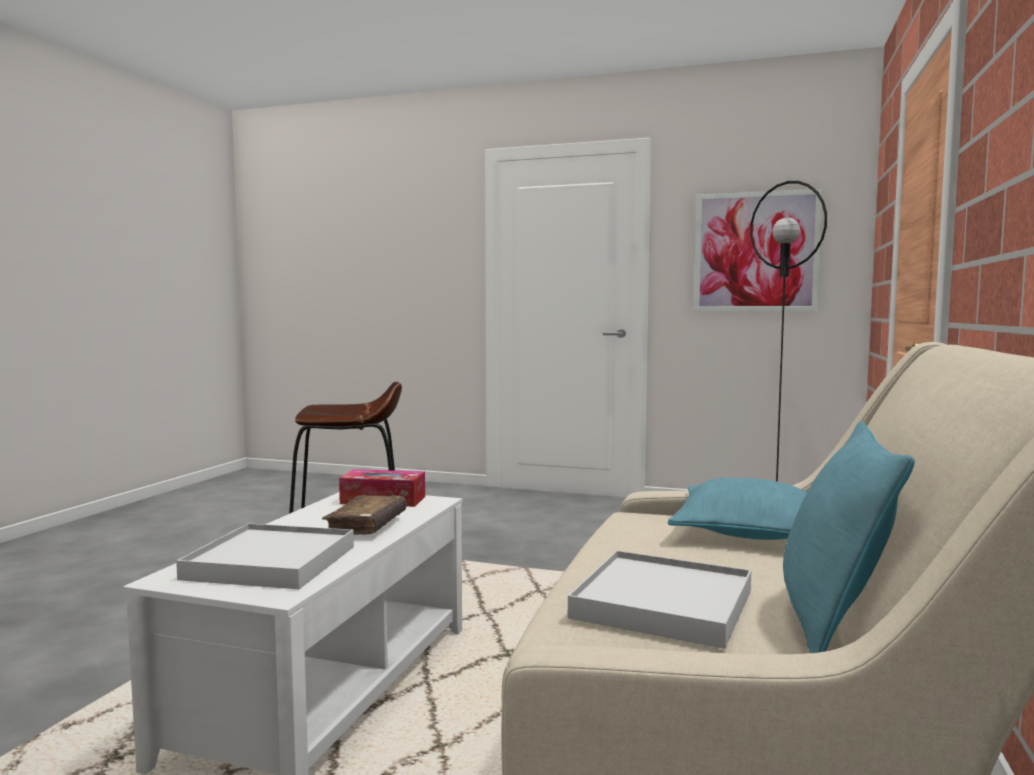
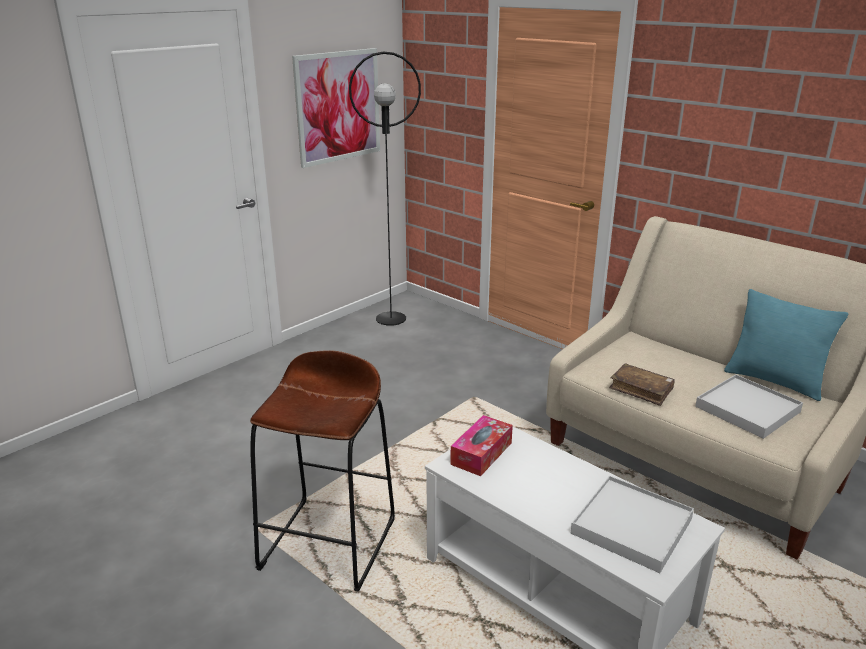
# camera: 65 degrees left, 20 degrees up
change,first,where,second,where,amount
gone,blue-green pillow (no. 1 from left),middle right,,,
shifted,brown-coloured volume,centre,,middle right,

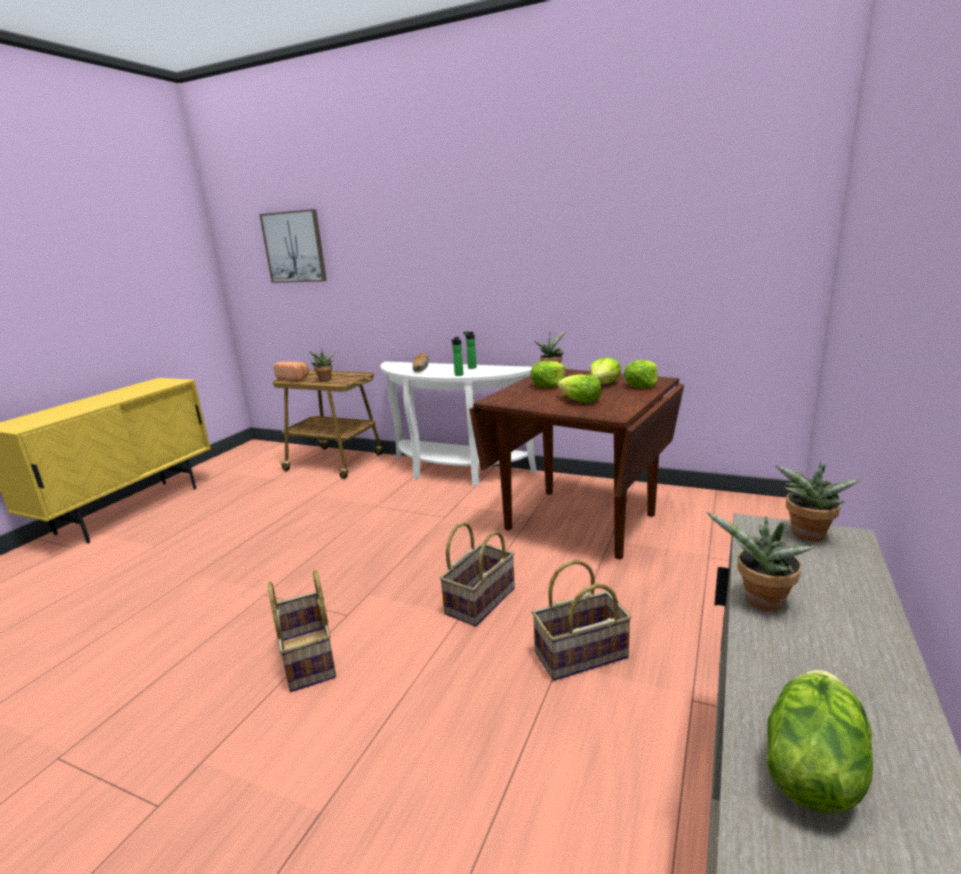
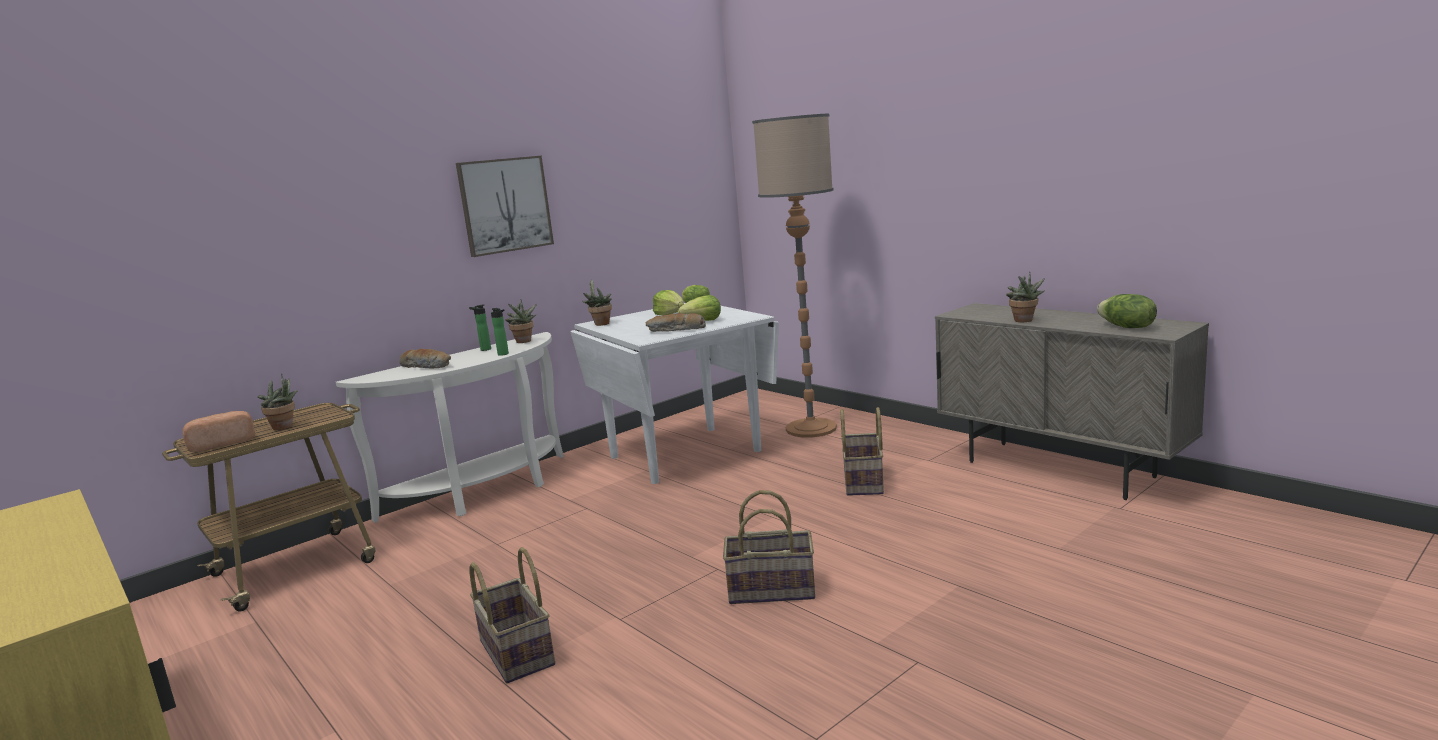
# camera: 65 degrees left, 5 degrees down
change,first,where,second,where,amount
shifted,picture,top left,,top centre,
gone,head of lettuce (no. 1 from left),centre,,,
repainted,brown-coloured dining table,centre,white-coloured dining table,centre,
shifted,houseplant (no. 4 from left in the first image),middle right,houseplant (no. 2 from left),centre,
shifted,basket (no. 2 from left in the first image),centre,basket (no. 1 from left),bottom centre,
new,,,standard lamp,centre,
new,,,bread (no. 3 from left),centre,

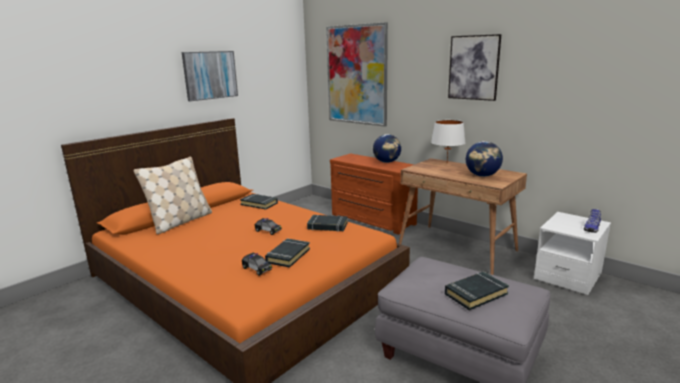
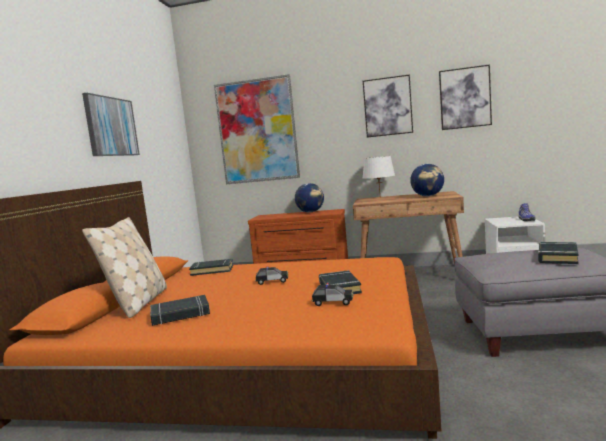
# camera: 30 degrees left, 10 degrees down
change,first,where,second,where,amount
shifted,black-coloured volume (no. 3 from left in the first image),centre,black-coloured volume (no. 1 from left),bottom left,
new,,,picture (no. 4 from left),top right,

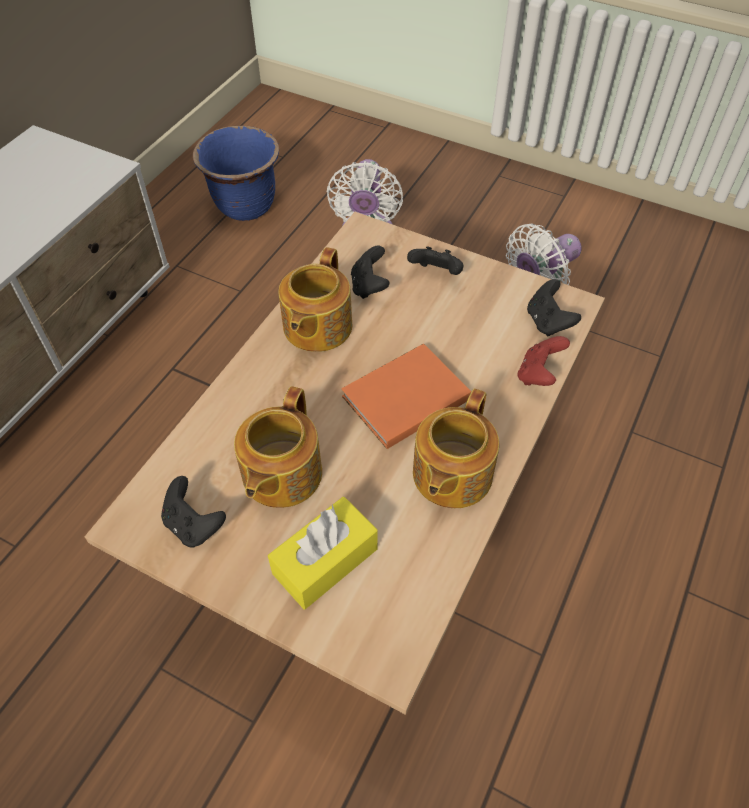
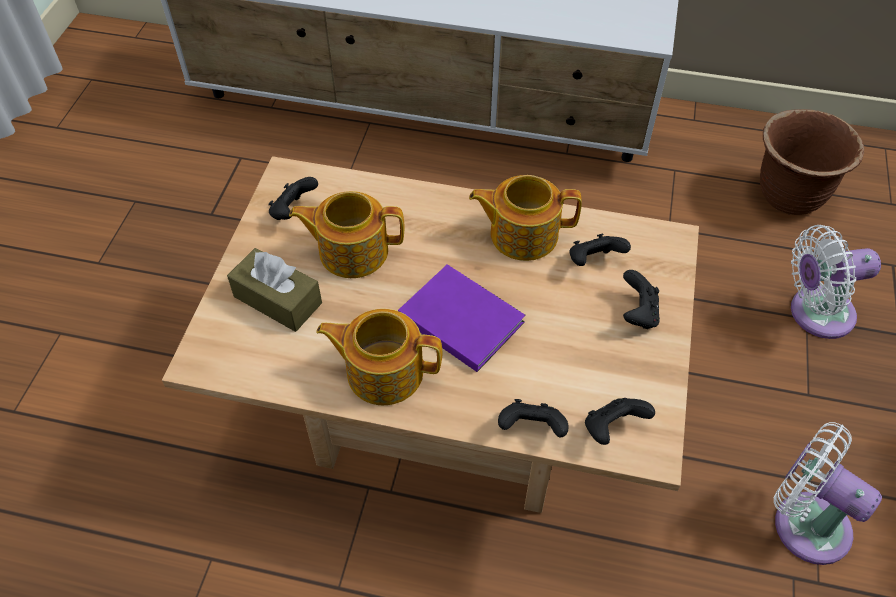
# camera: 75 degrees right, 0 degrees up
change,first,where,second,where,amount
repainted,blue flower pot,top left,brown-coloured flower pot,top right,
repainted,reddish game controller,middle right,black-coloured game controller (no. 2 from left),bottom centre,
repainted,orangey volume,centre,purplish volume,centre,
repainted,yellow-coloured tissue box,bottom centre,brown-coloured tissue box,middle left,

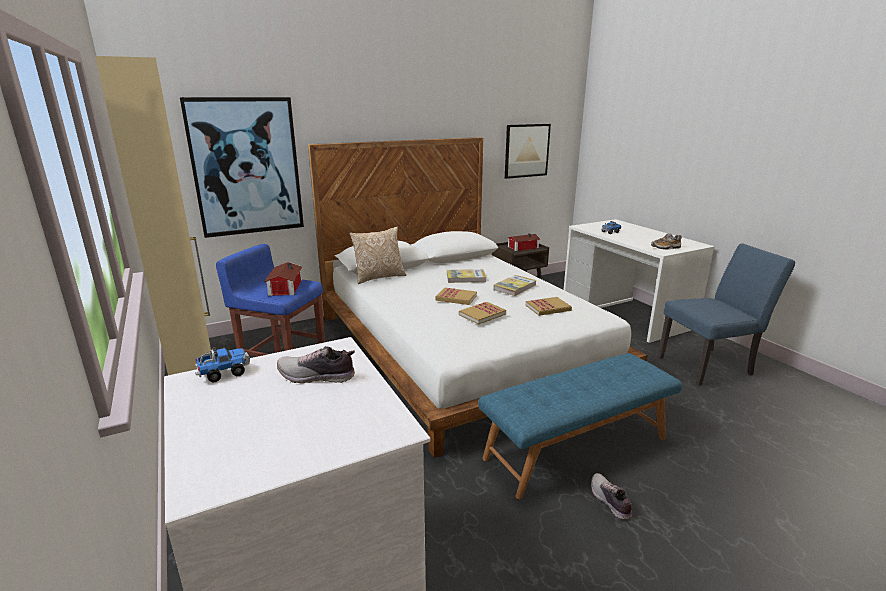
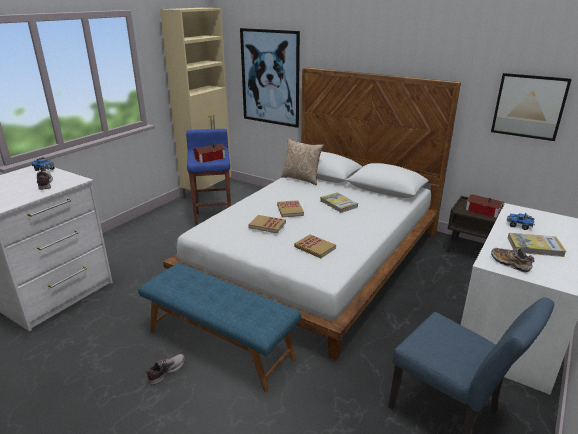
# camera: 60 degrees right, 5 degrees up
change,first,where,second,where,amount
shifted,volume (no. 4 from left in the first image),centre,volume (no. 5 from left),middle right,

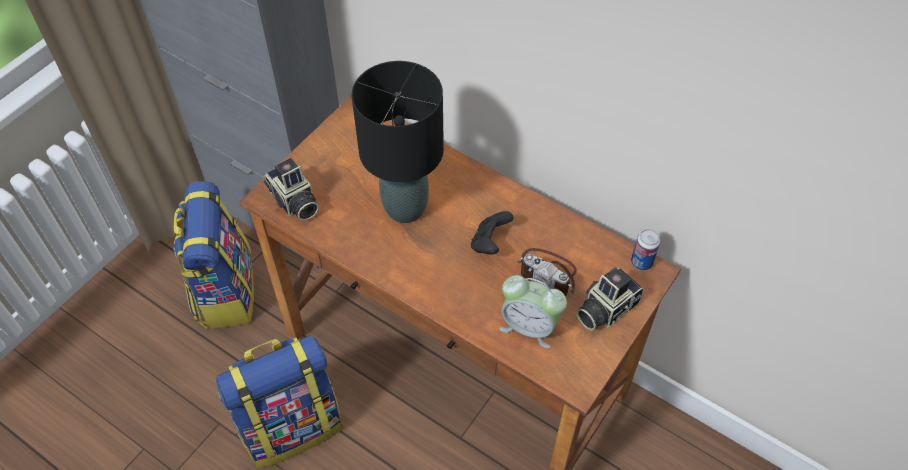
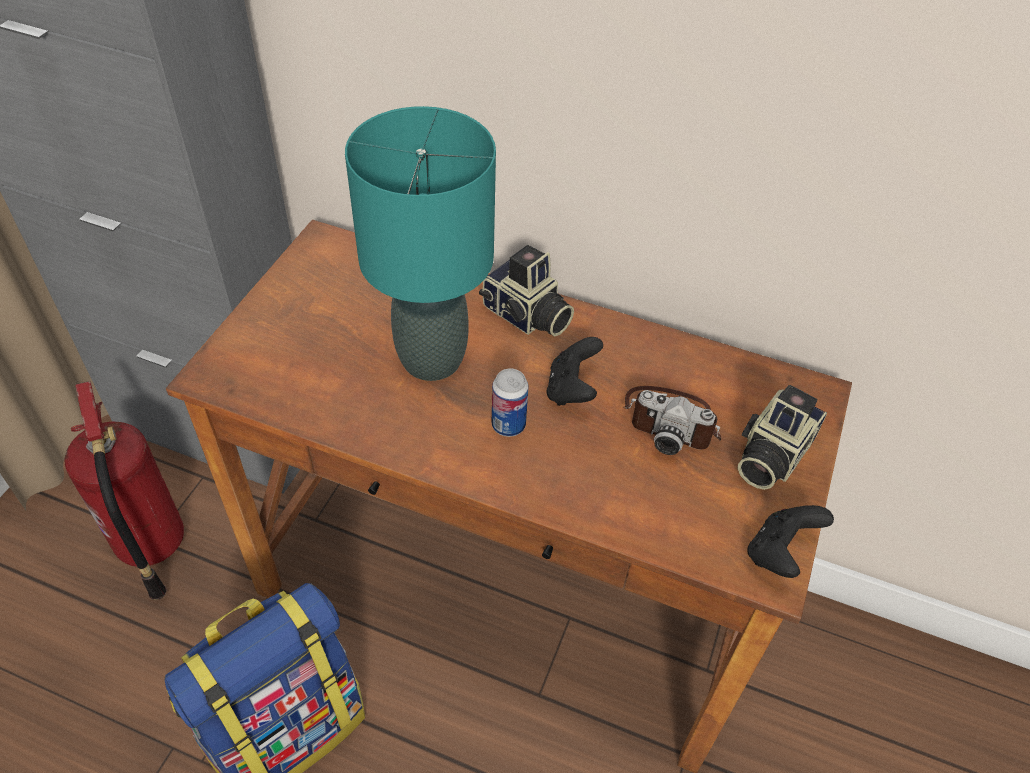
# camera: 15 degrees left, 5 degrees down
change,first,where,second,where,amount
repainted,black-coloured lamp for a table,top centre,blue-green lamp for a table,top centre,
shifted,still camera (no. 1 from left),middle left,,centre,
swapped,rucksack (no. 1 from left),middle left,extinguisher,middle left,
shifted,sealed can,middle right,,centre,
gone,table clock,centre,,,
new,,,black-coloured game controller (no. 2 from left),bottom right,

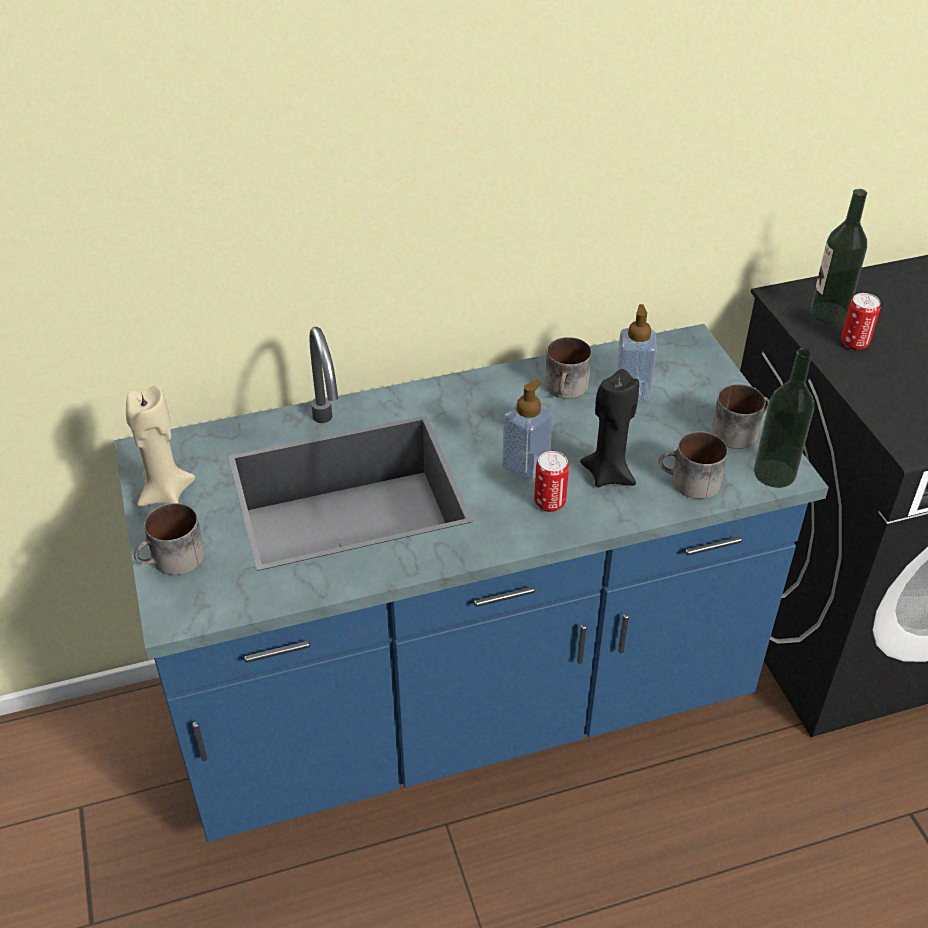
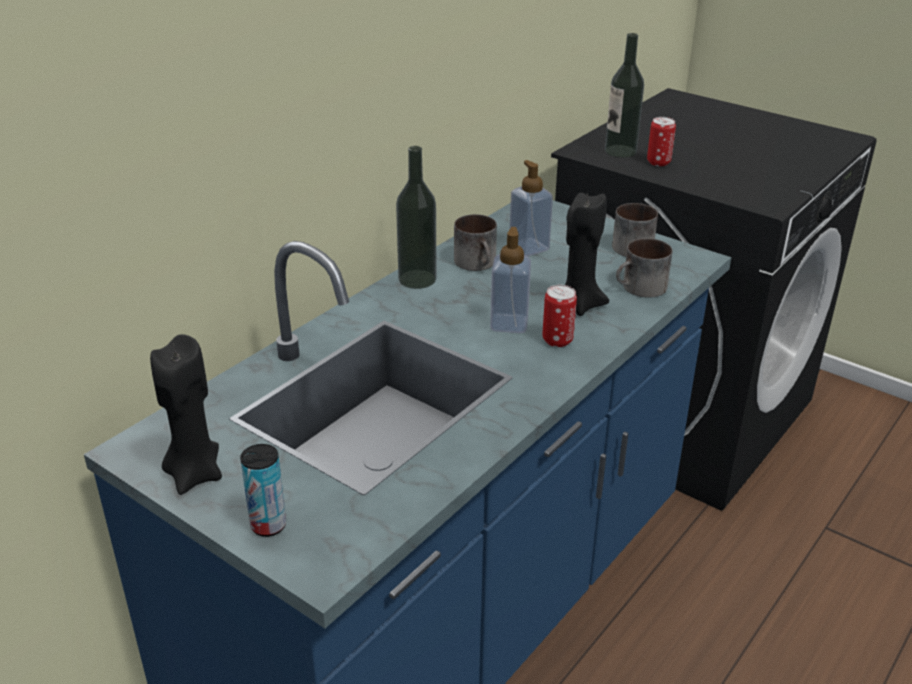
# camera: 35 degrees left, 10 degrees down
change,first,where,second,where,amount
shifted,drink bottle (no. 1 from left),middle right,,top centre,
repainted,beige-coloured candle,middle left,black-coloured candle (no. 1 from left),middle left,
swapped,coffee mug (no. 1 from left),middle left,sealed can (no. 1 from left),bottom left,

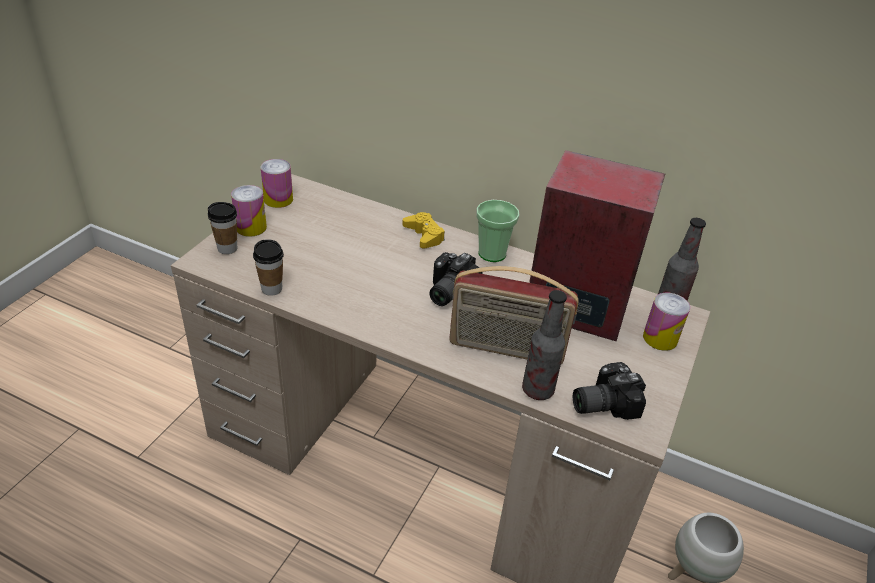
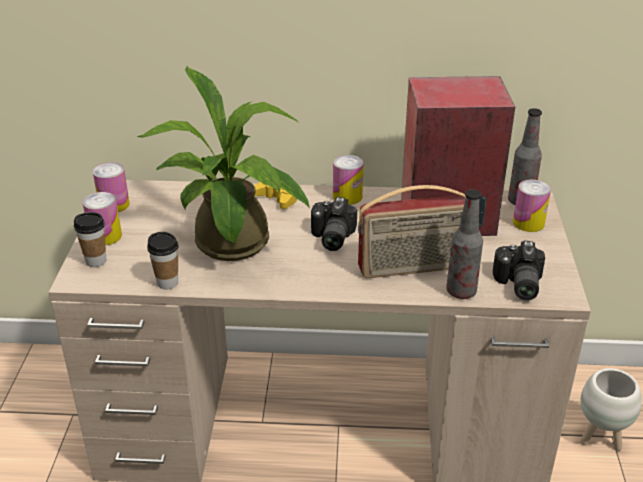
# camera: 20 degrees left, 5 degrees down
change,first,where,second,where,amount
swapped,small cup (no. 3 from left),centre,sealed can (no. 3 from left),centre,
rotated,still camera (no. 2 from left),bottom right,,middle right,45 degrees counterclockwise
new,,,houseplant,centre,

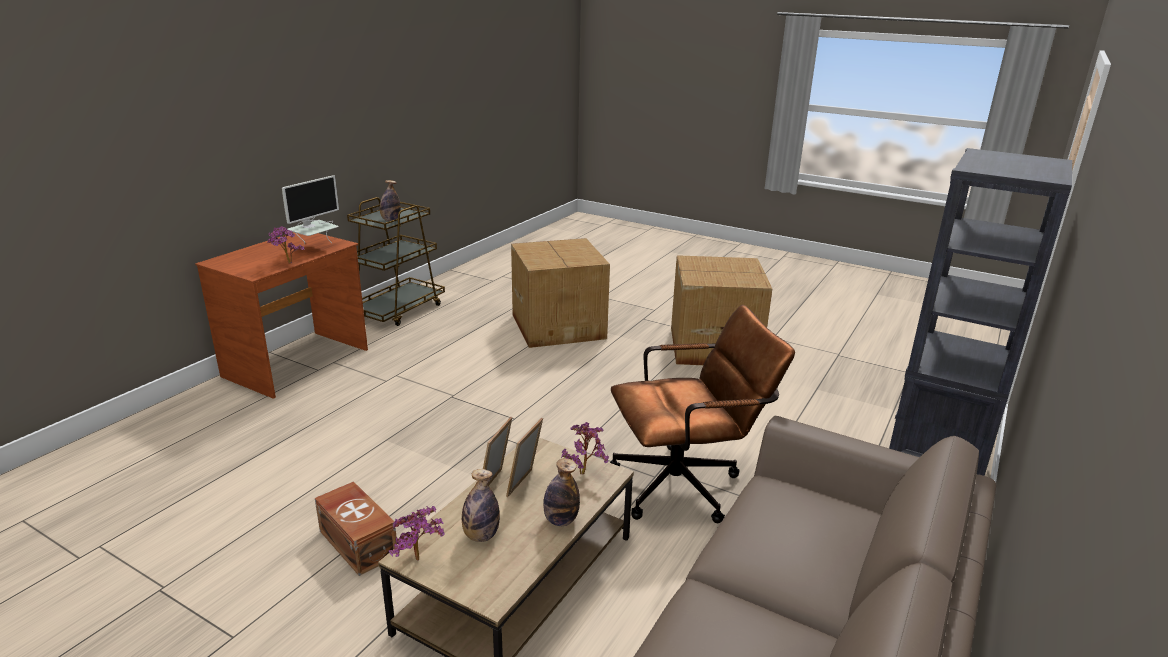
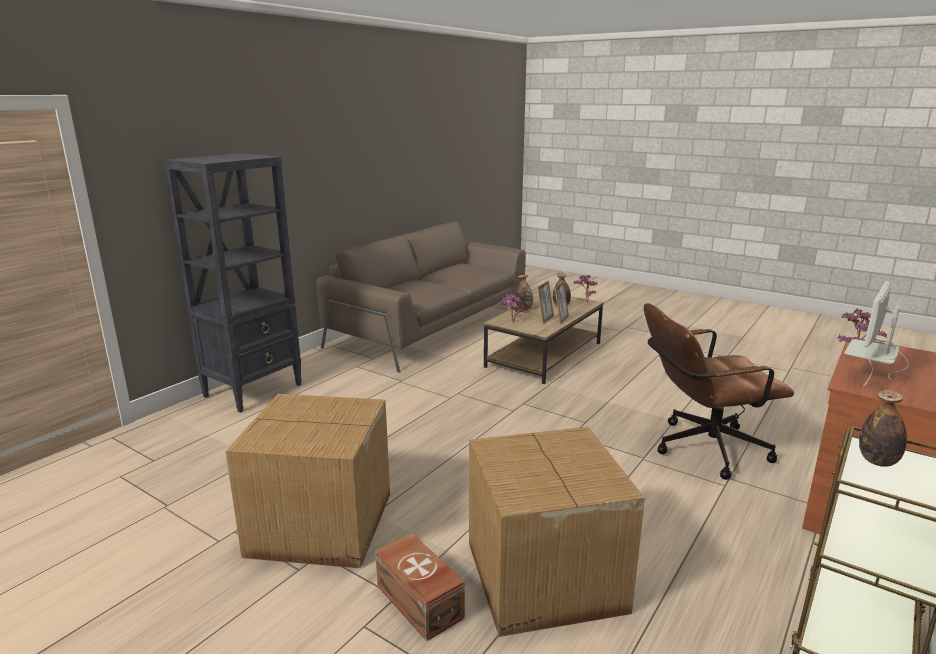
# camera: 175 degrees left, 5 degrees down
change,first,where,second,where,amount
shifted,brown-coloured computer chair,centre,,middle right,
shifted,brown-coloured storage box,bottom left,,bottom centre,

